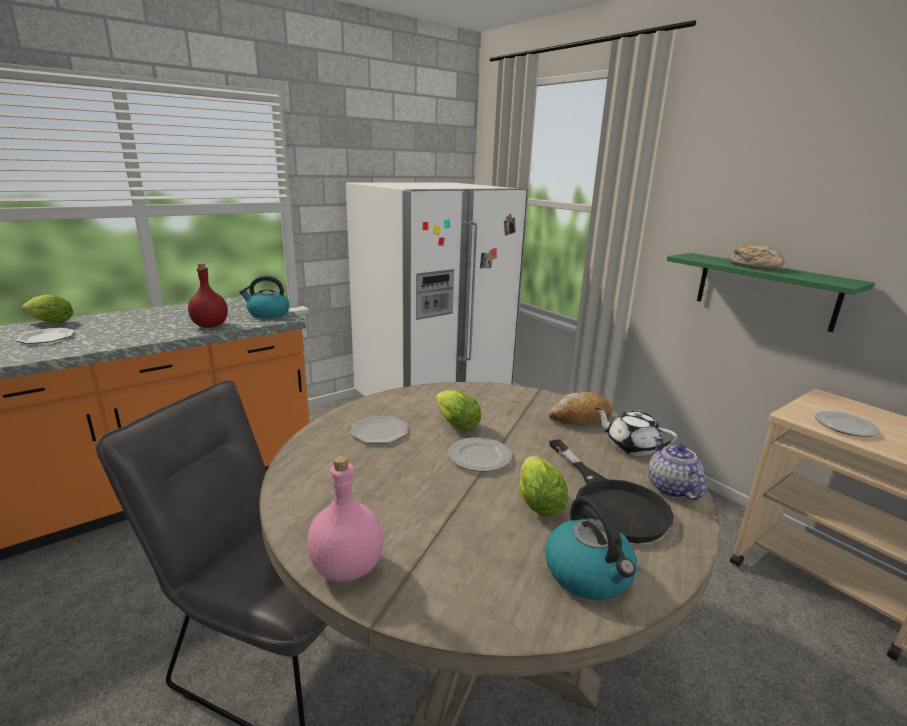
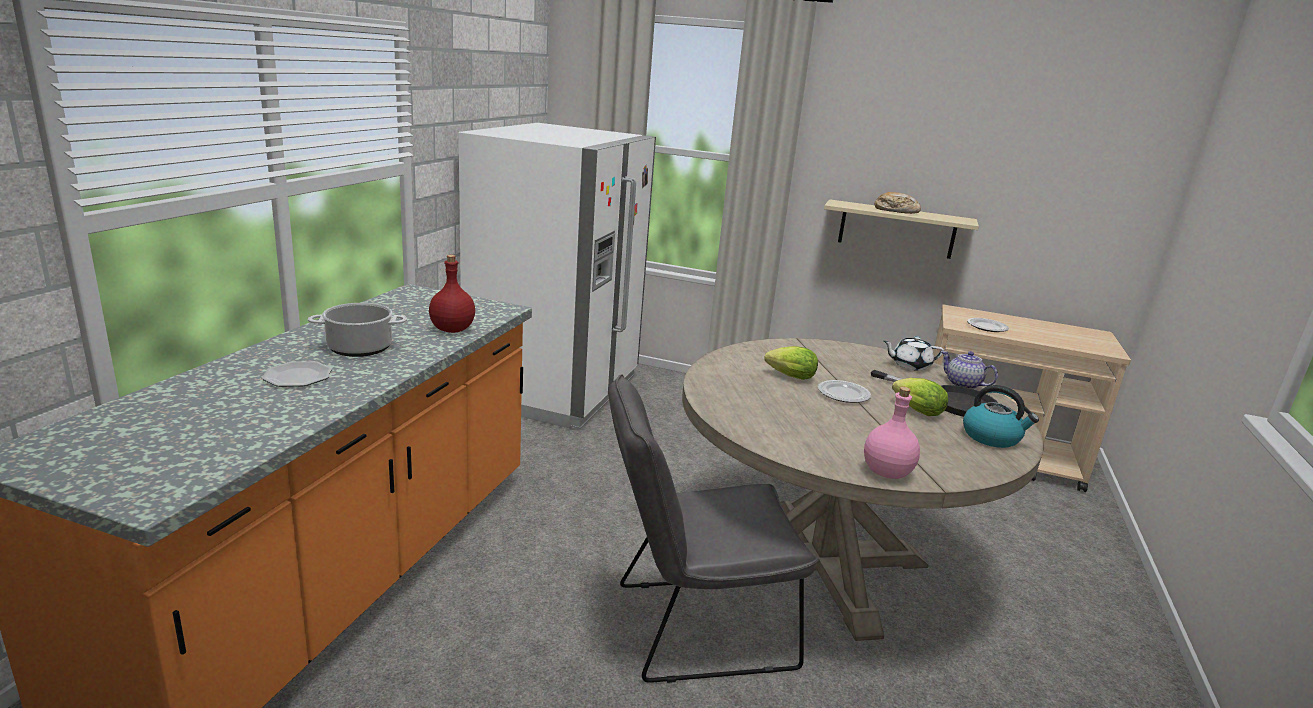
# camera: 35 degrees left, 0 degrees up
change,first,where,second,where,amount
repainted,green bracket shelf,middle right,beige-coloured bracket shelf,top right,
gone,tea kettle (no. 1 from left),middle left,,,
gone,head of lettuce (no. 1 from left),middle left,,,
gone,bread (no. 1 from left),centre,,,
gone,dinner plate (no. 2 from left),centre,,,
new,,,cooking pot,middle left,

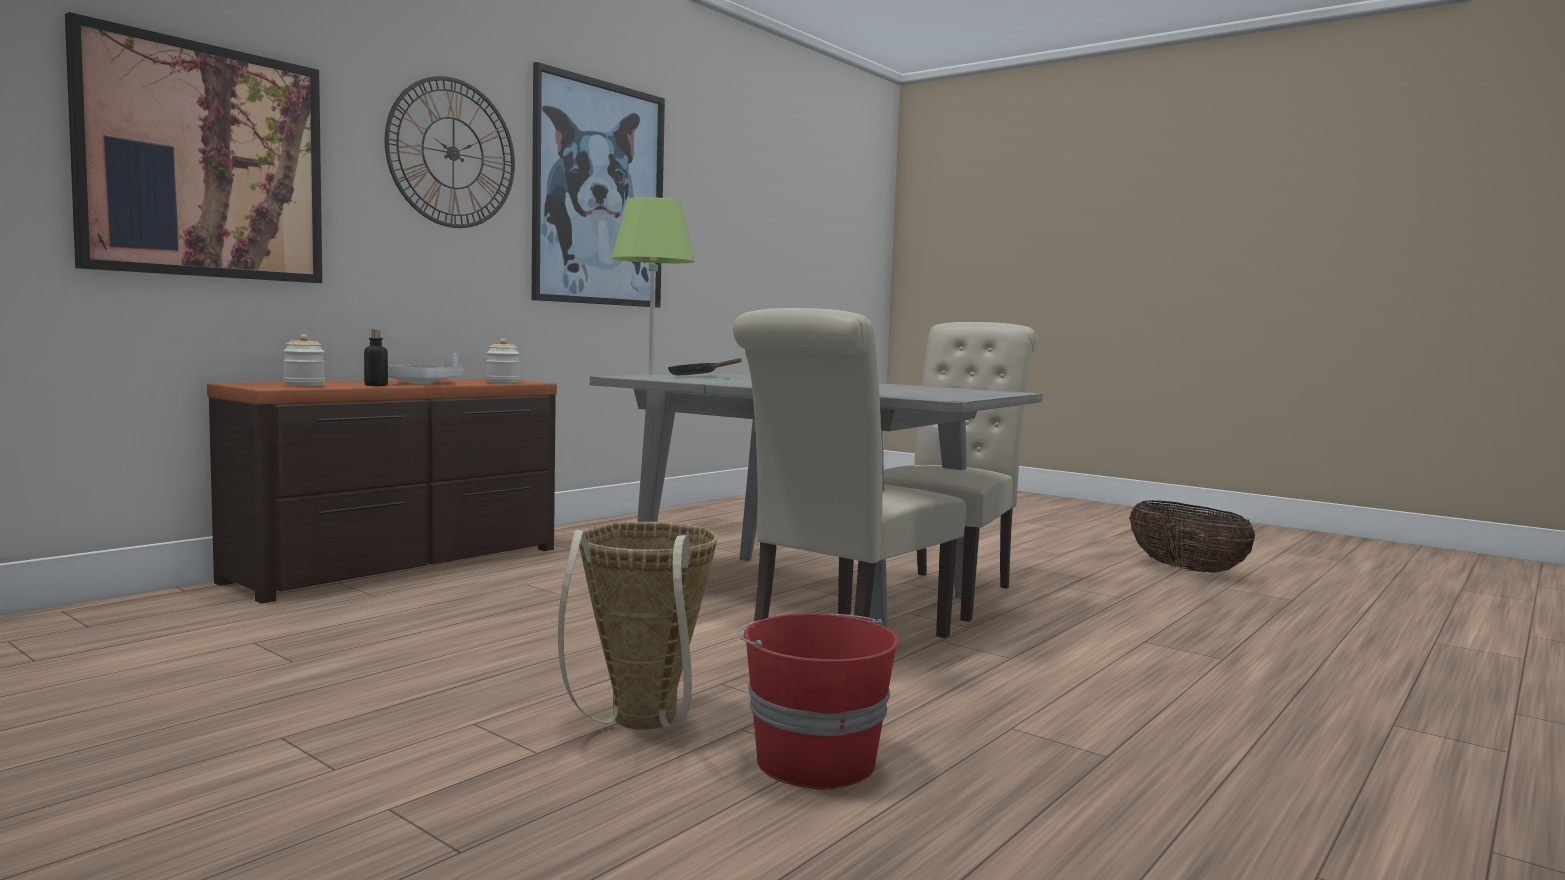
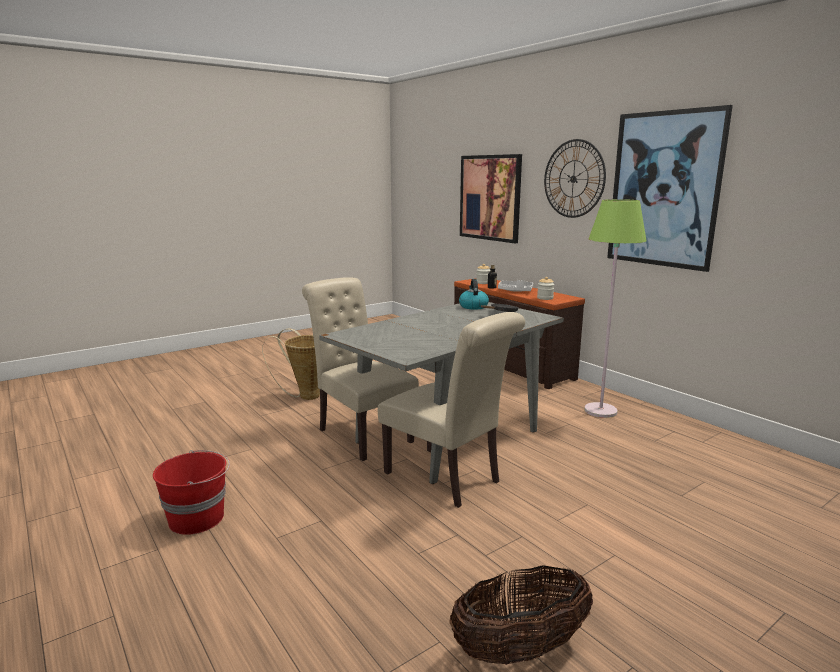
# camera: 105 degrees right, 10 degrees up
change,first,where,second,where,amount
shifted,reddish bucket,bottom centre,,bottom left,
new,,,tea kettle,centre,

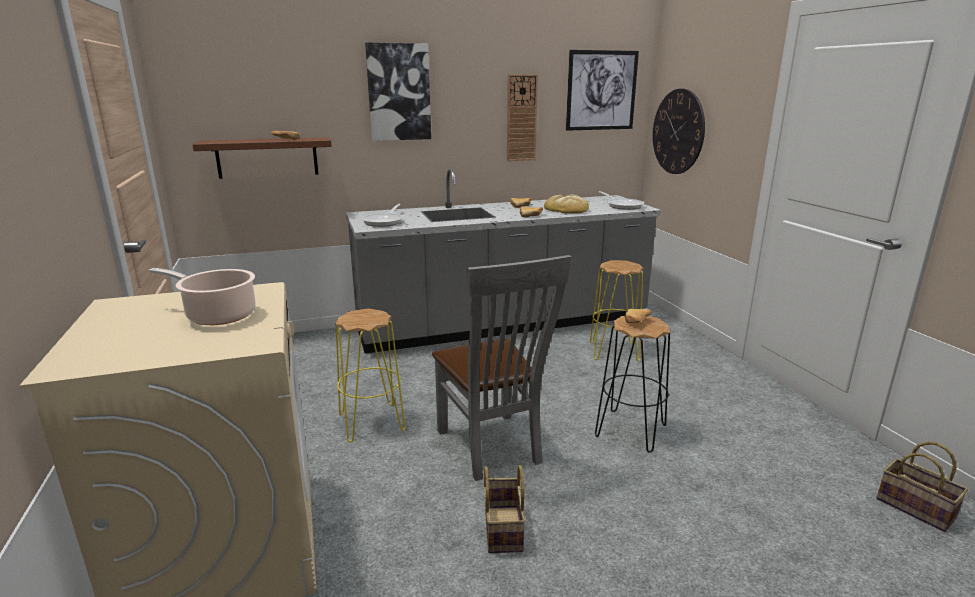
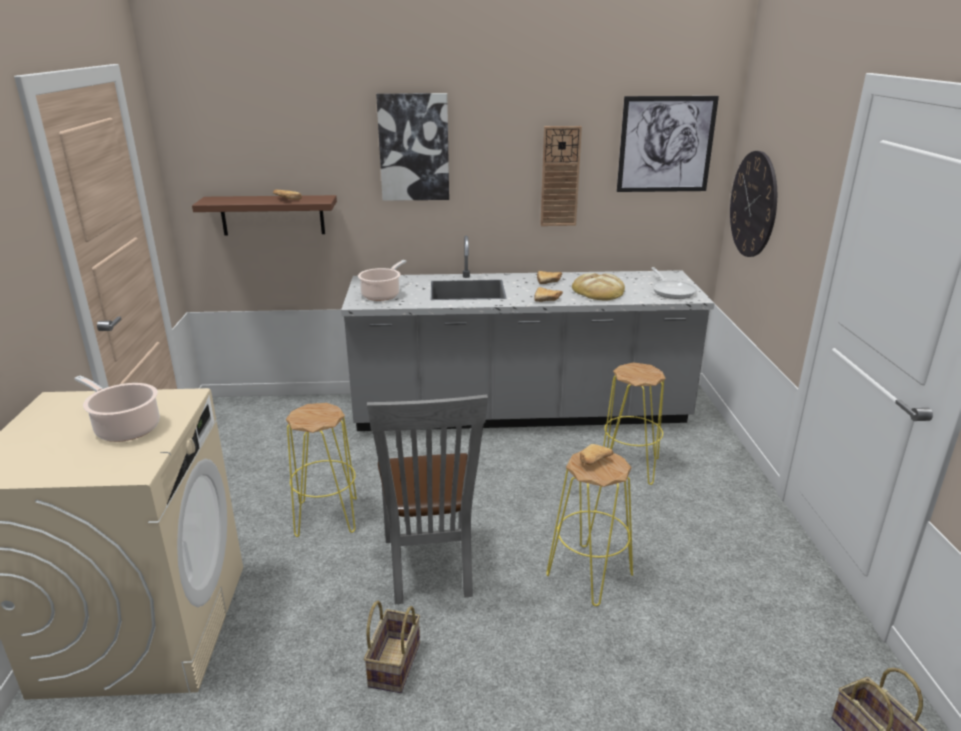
# camera: 15 degrees right, 5 degrees up
change,first,where,second,where,amount
swapped,pan (no. 1 from left),centre,cooking pot (no. 2 from left),centre,
repainted,black-coloured stool seat,centre,yellow-coloured stool seat (no. 2 from left),bottom centre,

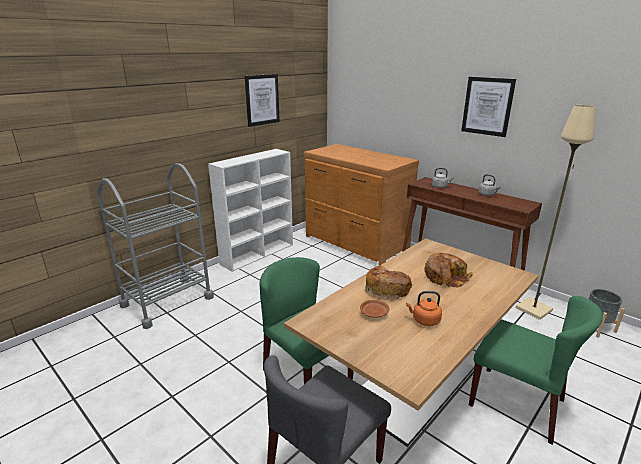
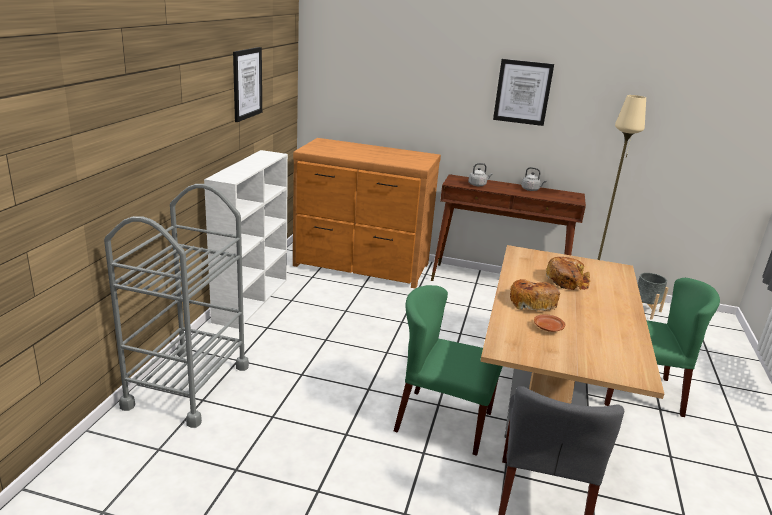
# camera: 30 degrees left, 0 degrees up
change,first,where,second,where,amount
gone,orangey tea kettle,centre,,,

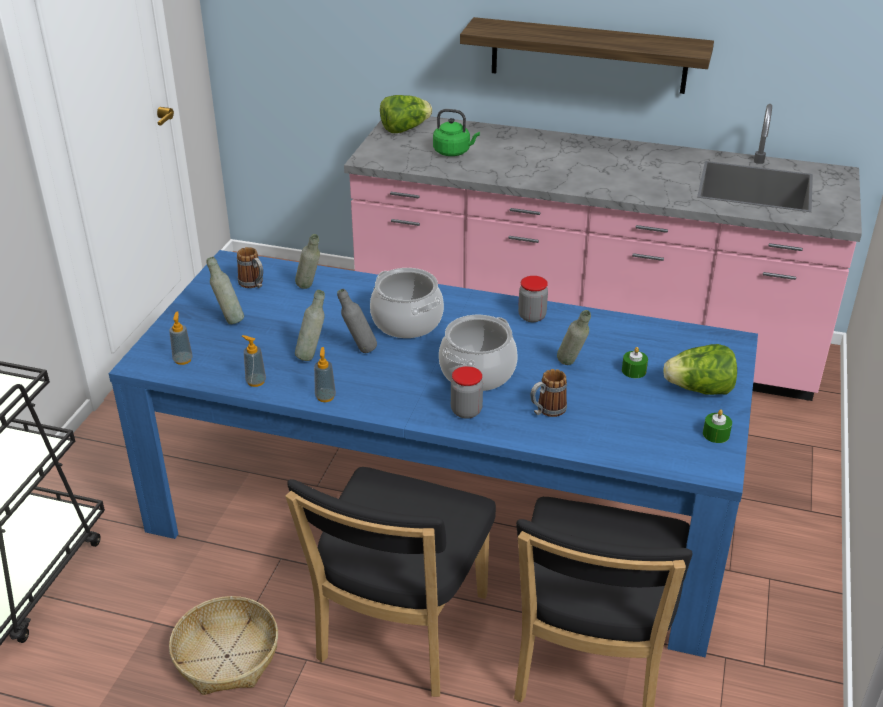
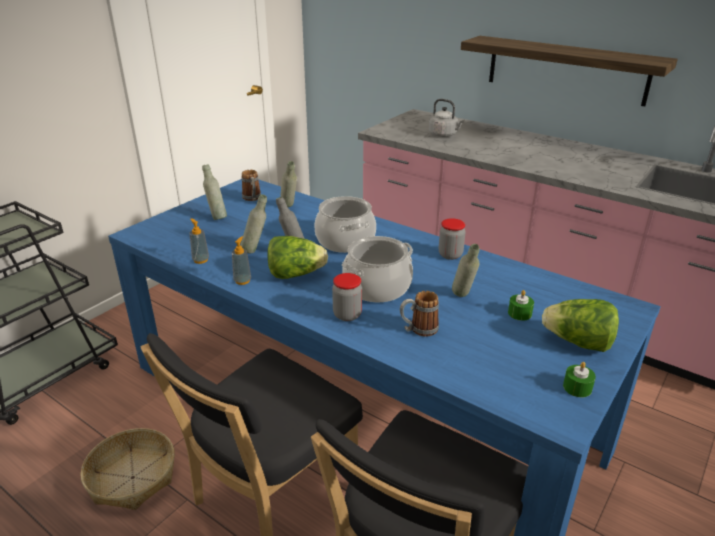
# camera: 20 degrees right, 5 degrees down
change,first,where,second,where,amount
shifted,head of lettuce (no. 1 from left),top centre,,centre,
repainted,green tea kettle,top centre,gray tea kettle,top centre,
gone,soap bottle (no. 1 from left),middle left,,,

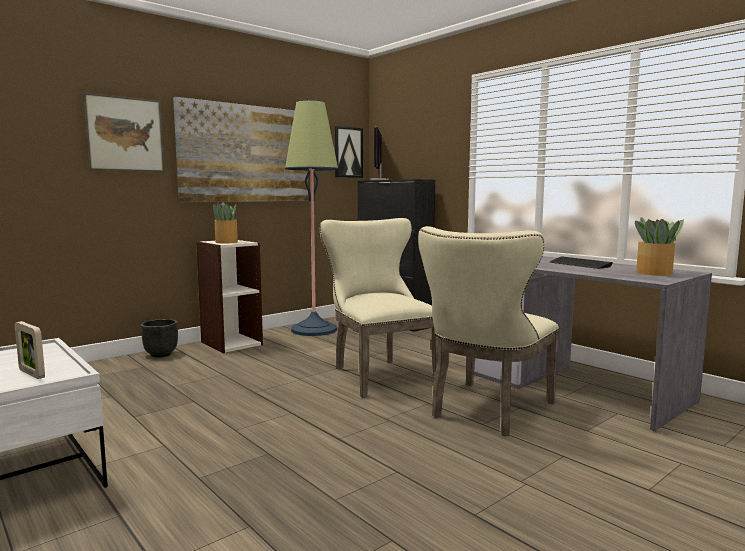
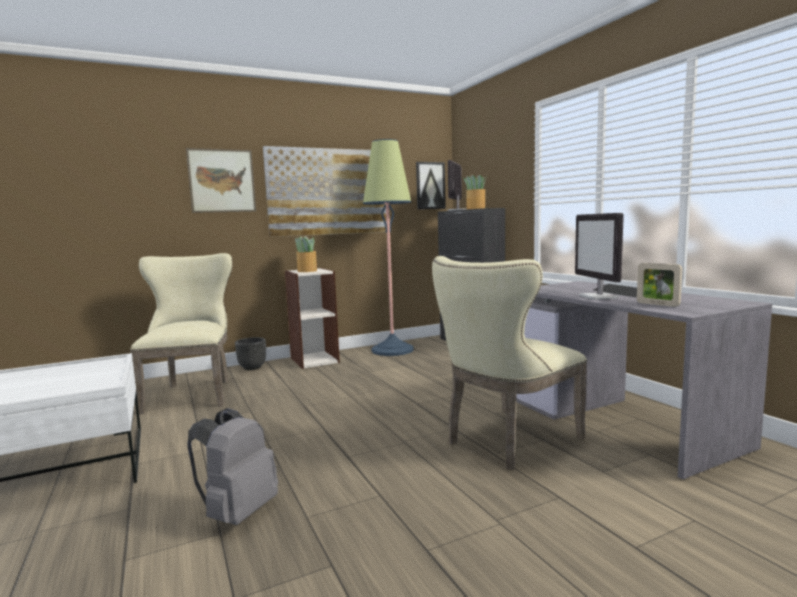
# camera: 15 degrees right, 0 degrees up
change,first,where,second,where,amount
shifted,houseplant (no. 2 from left),middle right,,top centre,
shifted,beige-coloured upright chair (no. 1 from left),centre,,middle left,
shifted,photo frame,middle left,,middle right,
new,,,computer screen (no. 2 from left),middle right,
new,,,gray rucksack,bottom left,

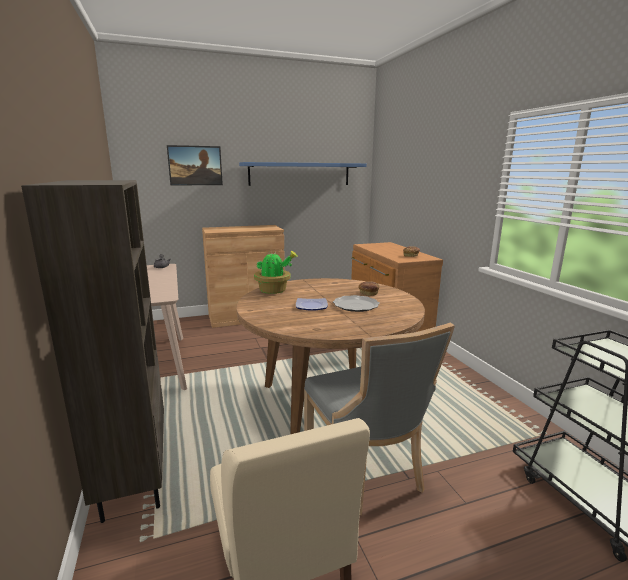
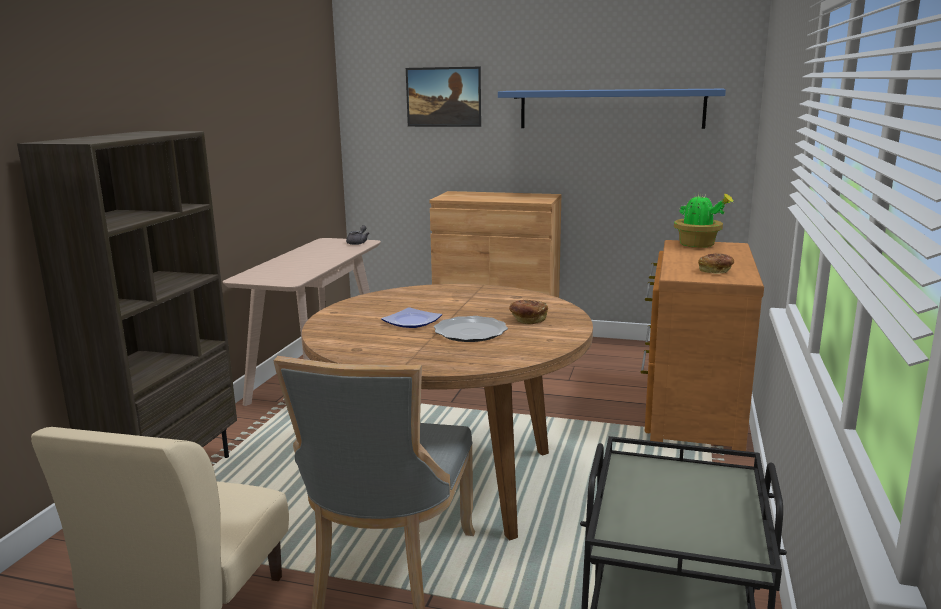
# camera: 35 degrees right, 0 degrees up
change,first,where,second,where,amount
shifted,houseplant,centre,,middle right,

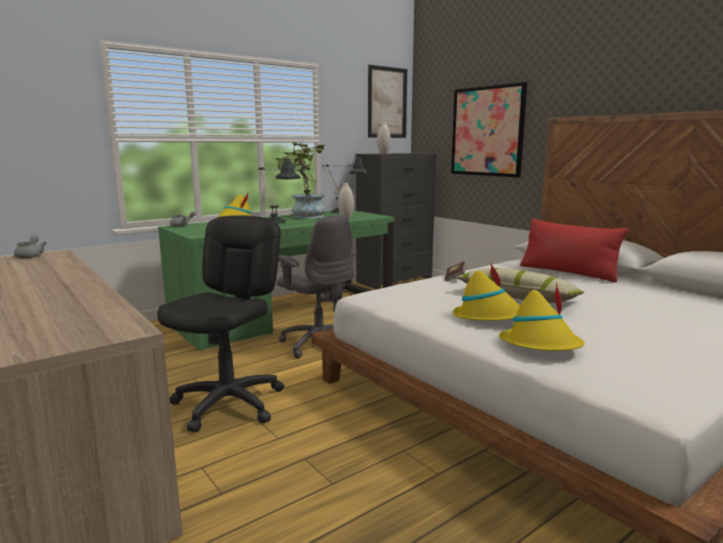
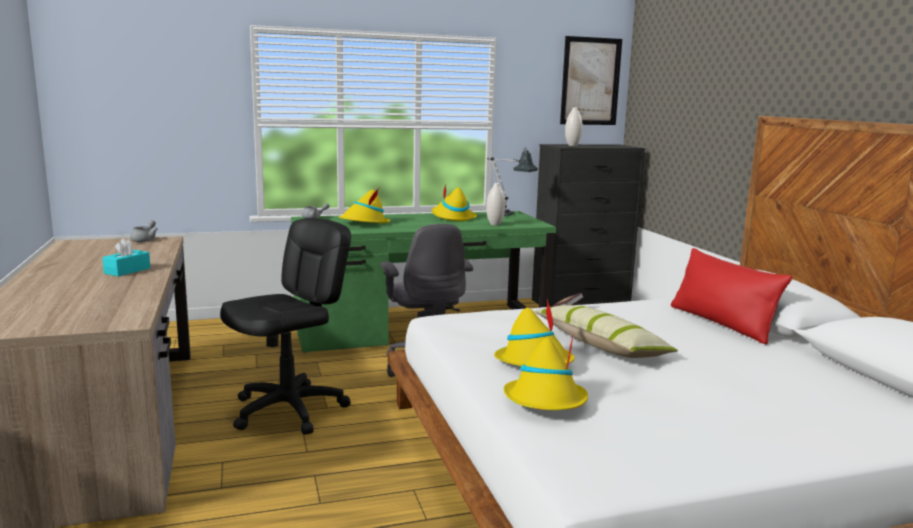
# camera: 20 degrees right, 0 degrees up
change,first,where,second,where,amount
gone,picture (no. 2 from left),top right,,,
swapped,houseplant,top centre,yellow-coloured hat (no. 2 from left),centre,
gone,lamp for a table (no. 1 from left),centre,,,
new,,,blue-green tissue box,middle left,

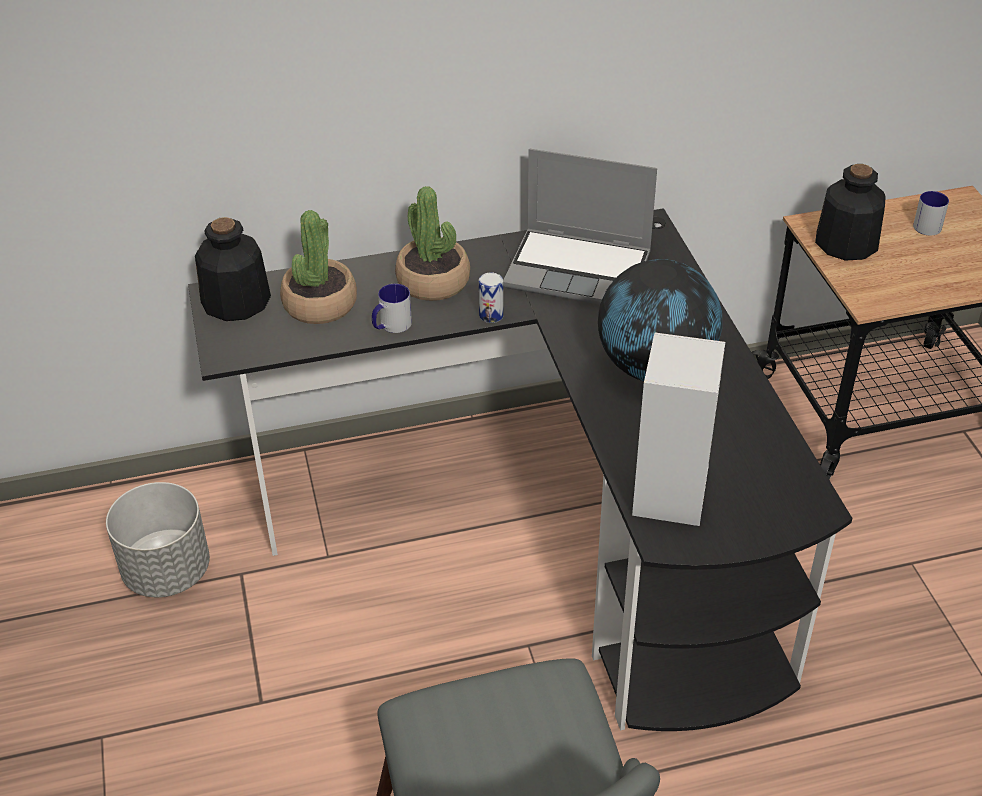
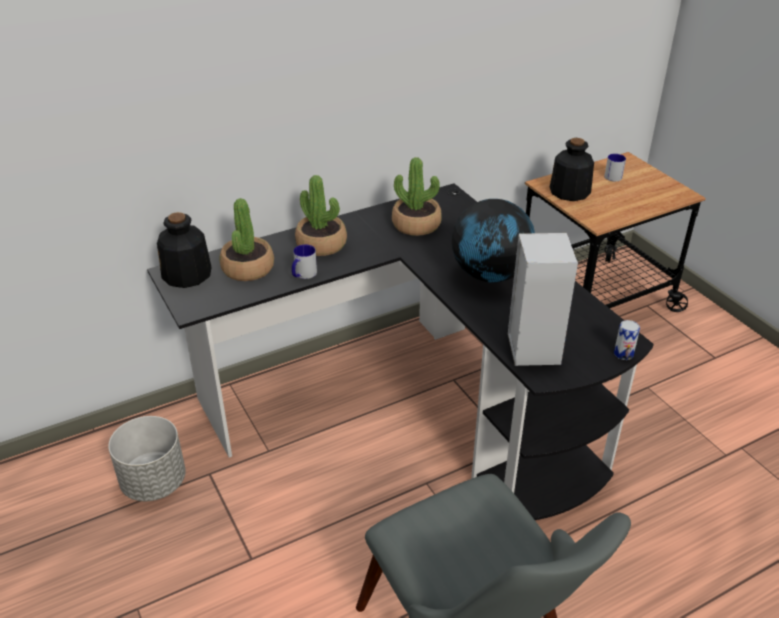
# camera: 15 degrees left, 5 degrees down
change,first,where,second,where,amount
swapped,notebook computer,top centre,houseplant (no. 3 from left),top centre,
shifted,sealed can,centre,,middle right,

